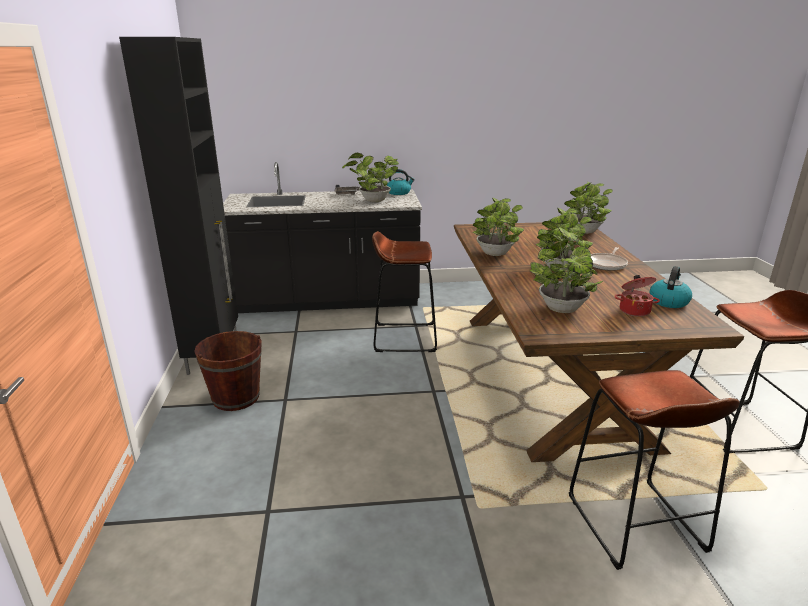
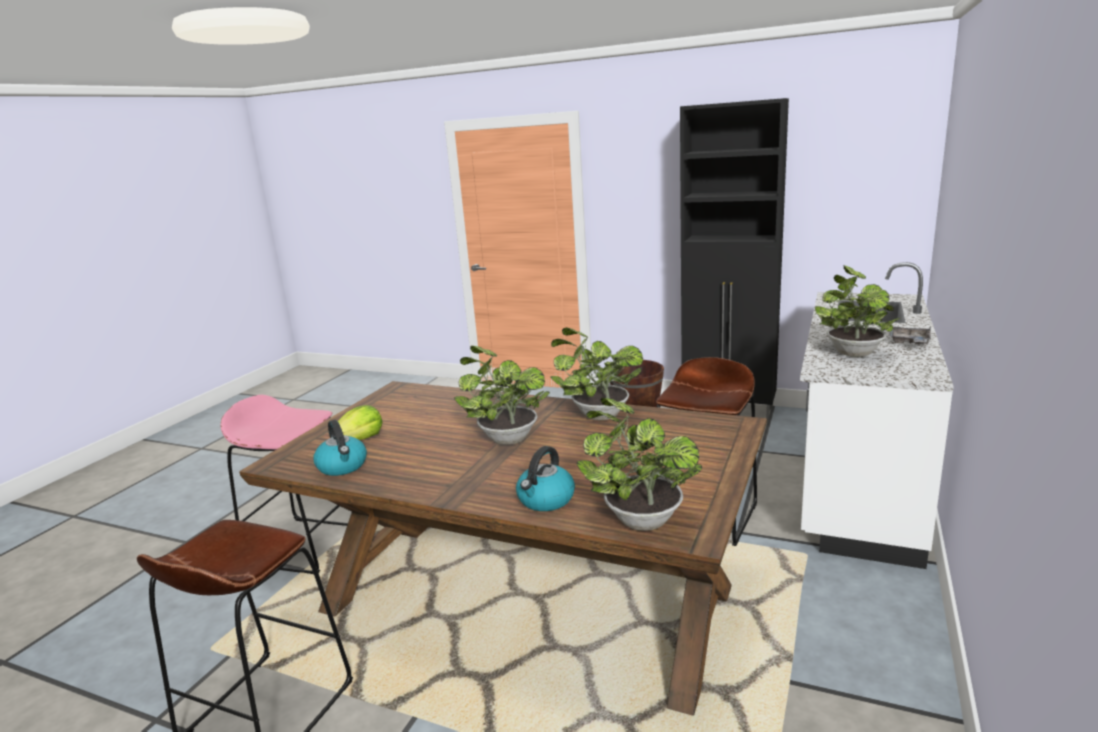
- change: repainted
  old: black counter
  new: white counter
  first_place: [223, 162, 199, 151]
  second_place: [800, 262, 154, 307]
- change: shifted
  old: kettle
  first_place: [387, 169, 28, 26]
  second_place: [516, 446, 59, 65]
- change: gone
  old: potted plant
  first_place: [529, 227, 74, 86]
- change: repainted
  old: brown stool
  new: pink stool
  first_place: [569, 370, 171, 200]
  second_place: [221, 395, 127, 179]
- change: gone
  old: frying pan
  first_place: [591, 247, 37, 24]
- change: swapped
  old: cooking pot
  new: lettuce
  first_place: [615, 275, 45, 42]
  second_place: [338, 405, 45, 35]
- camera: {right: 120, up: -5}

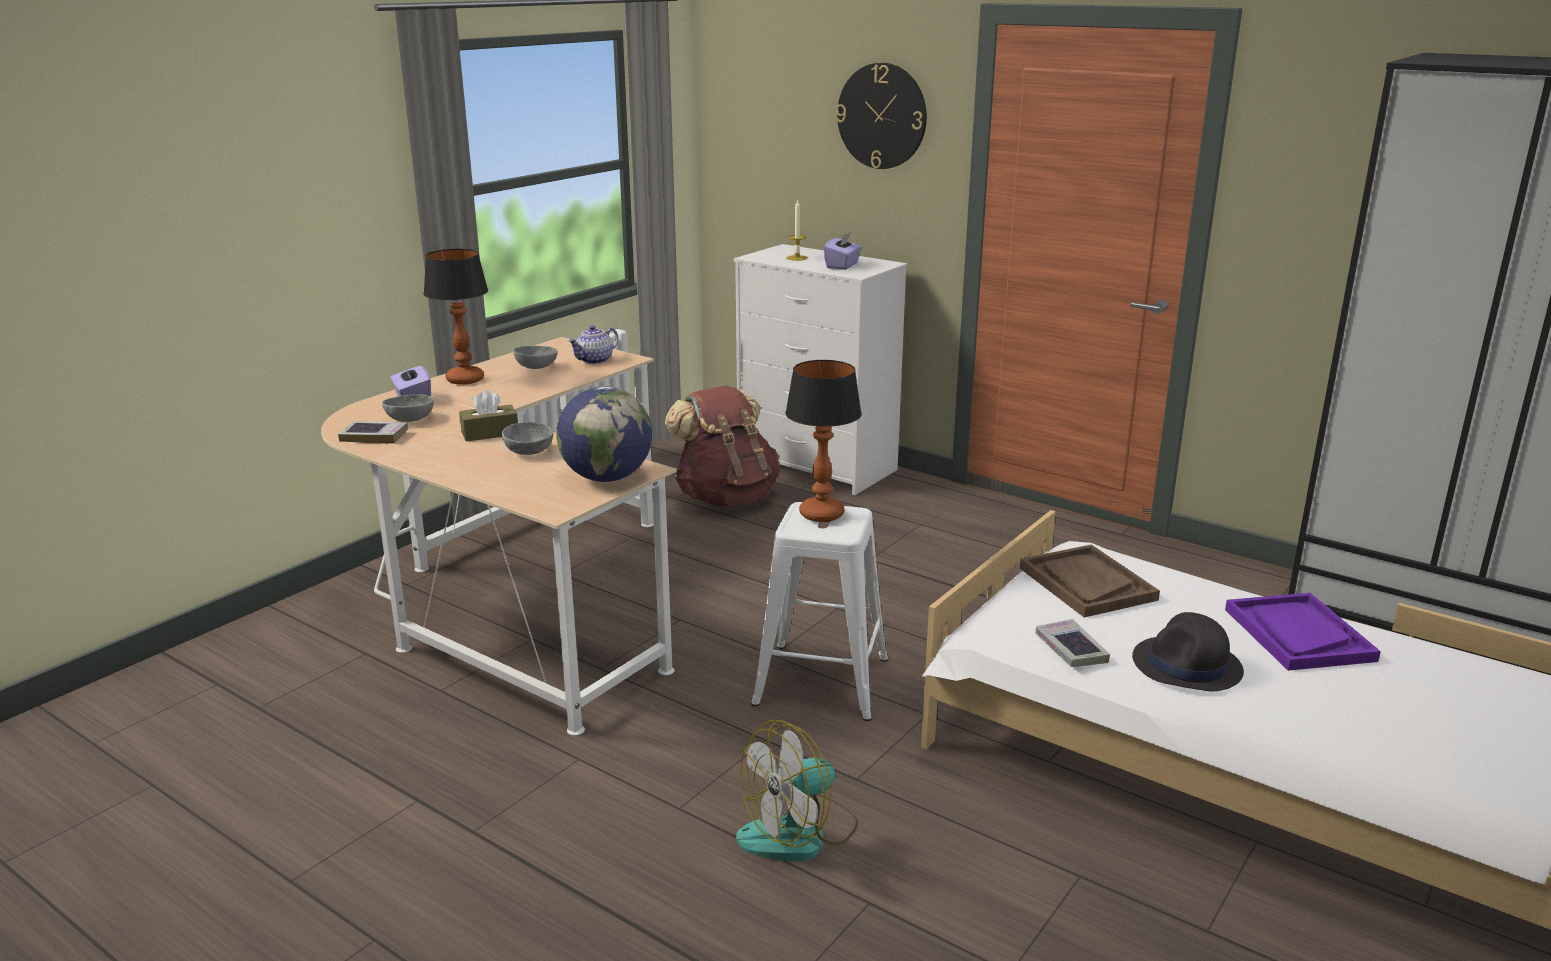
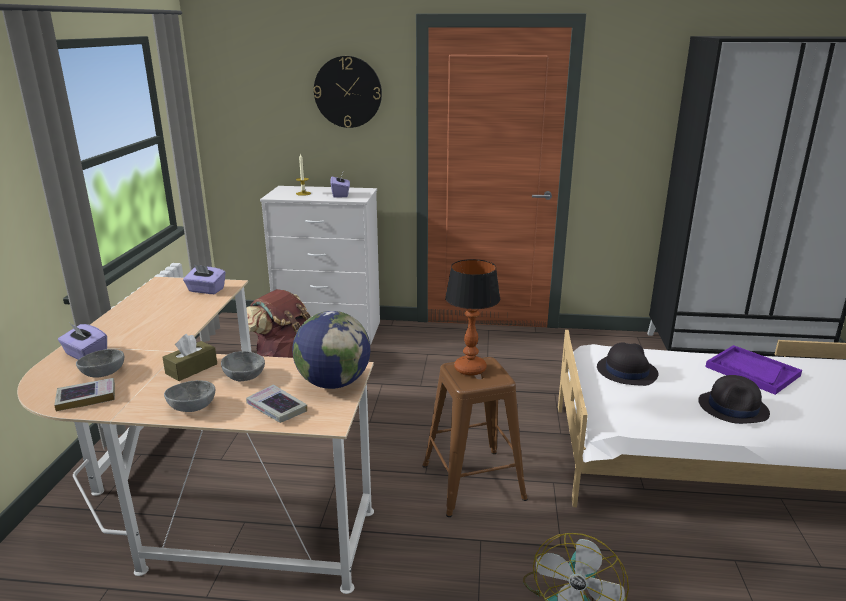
- change: gone
  old: table lamp
  first_place: [423, 249, 65, 136]
- change: shifted
  old: grey bowl
  first_place: [513, 346, 45, 23]
  second_place: [164, 380, 51, 32]
- change: swapped
  old: teapot
  new: purple tissue box
  first_place: [568, 325, 50, 39]
  second_place: [183, 265, 43, 29]
- change: repainted
  old: white stool
  new: brown stool
  first_place: [751, 502, 137, 219]
  second_place: [422, 357, 106, 160]
- change: swapped
  old: brown tray
  new: black hat
  first_place: [1020, 544, 140, 74]
  second_place: [597, 342, 61, 44]
- change: shifted
  old: book
  first_place: [1035, 619, 75, 48]
  second_place: [246, 384, 61, 39]
- camera: {right: -30, up: 0}

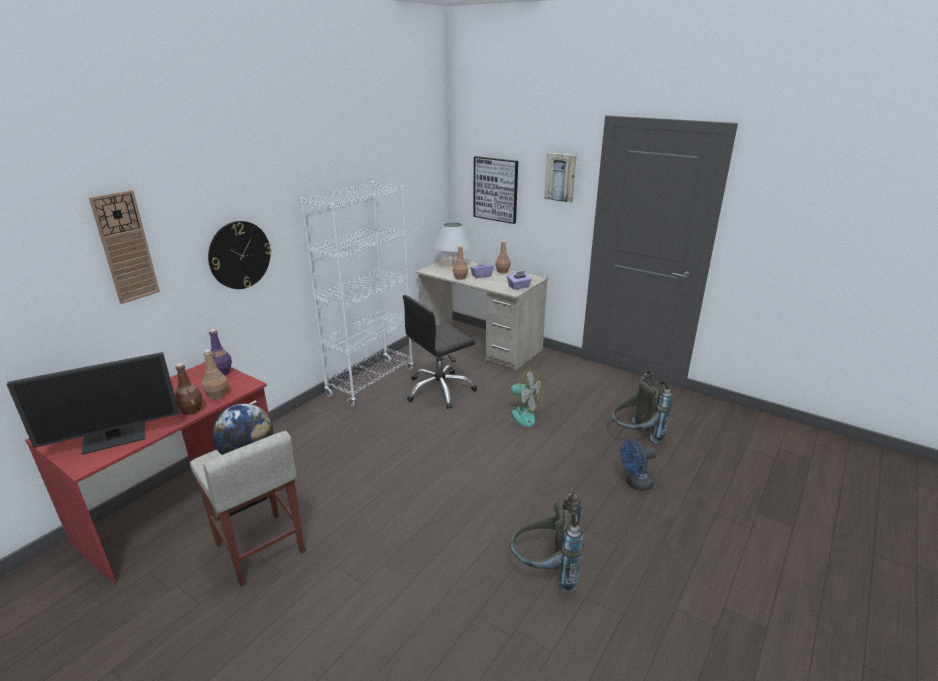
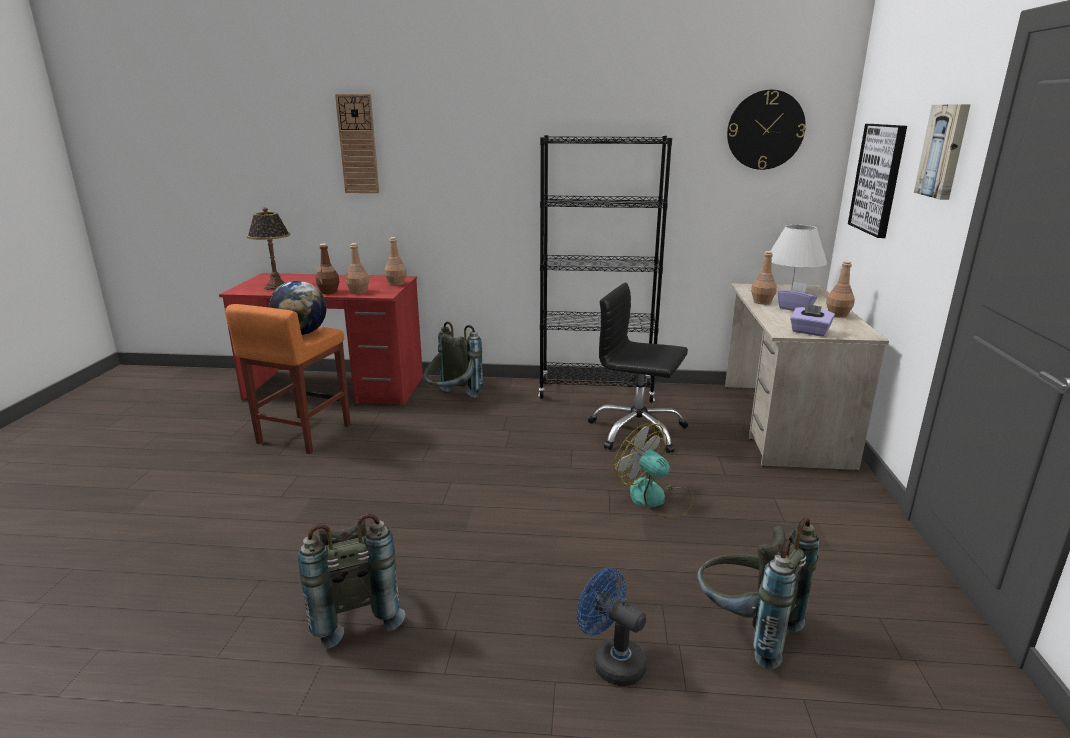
- change: swapped
  old: monitor
  new: table lamp
  first_place: [7, 352, 172, 103]
  second_place: [247, 207, 43, 83]
- change: repainted
  old: beige stool
  new: orange stool
  first_place: [190, 431, 115, 155]
  second_place: [225, 304, 126, 150]
- change: shifted
  old: wall clock
  first_place: [208, 221, 63, 68]
  second_place: [727, 90, 79, 80]
- change: repainted
  old: purple bottle
  new: brown bottle
  first_place: [209, 329, 23, 46]
  second_place: [385, 237, 22, 49]
- change: repainted
  old: white bookcase
  new: black bookcase
  first_place: [300, 181, 114, 226]
  second_place: [538, 135, 134, 268]
- change: rotated
  old: fan
  first_place: [494, 369, 49, 58]
  second_place: [614, 423, 80, 95]
  degrees: 135
- change: new
  new: grey backpack
  second_place: [424, 321, 59, 77]
- camera: {right: 60, up: -5}

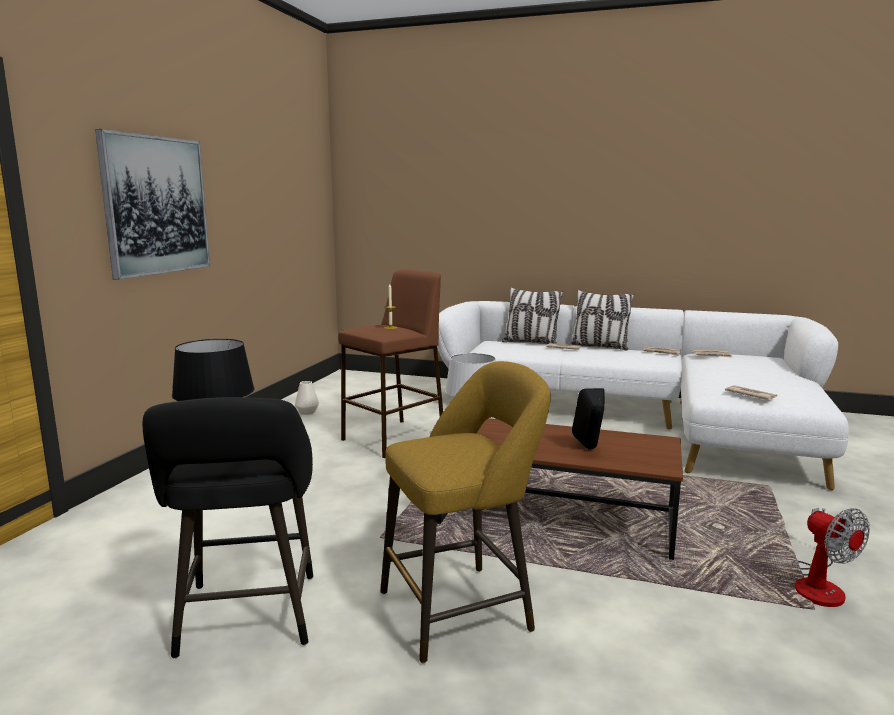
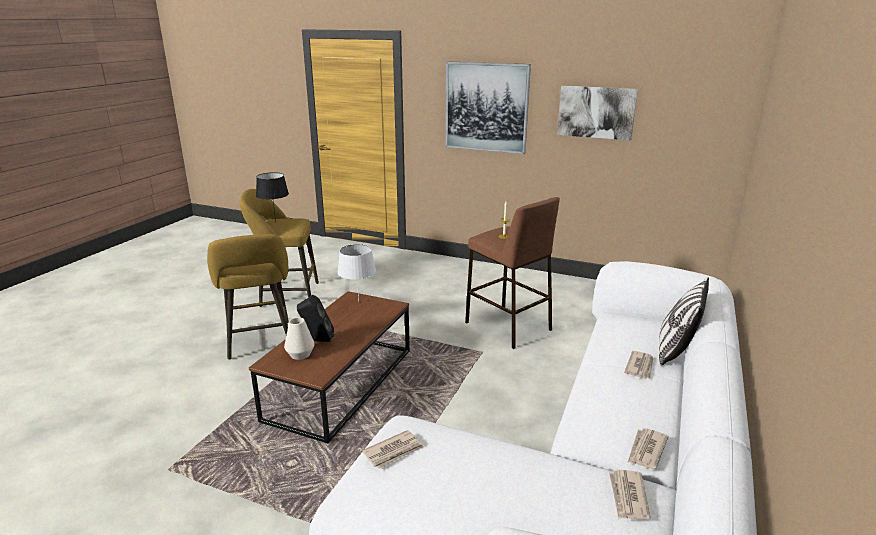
- change: repainted
  old: black stool
  new: yellow stool
  first_place: [143, 397, 170, 262]
  second_place: [240, 189, 79, 118]
- change: shifted
  old: white vase
  first_place: [295, 381, 24, 34]
  second_place: [284, 317, 31, 43]
- change: gone
  old: pillow
  first_place: [570, 290, 64, 60]
- change: gone
  old: fan
  first_place: [790, 508, 80, 99]
- change: new
  new: picture
  second_place: [557, 86, 81, 54]
- camera: {right: 95, up: 10}

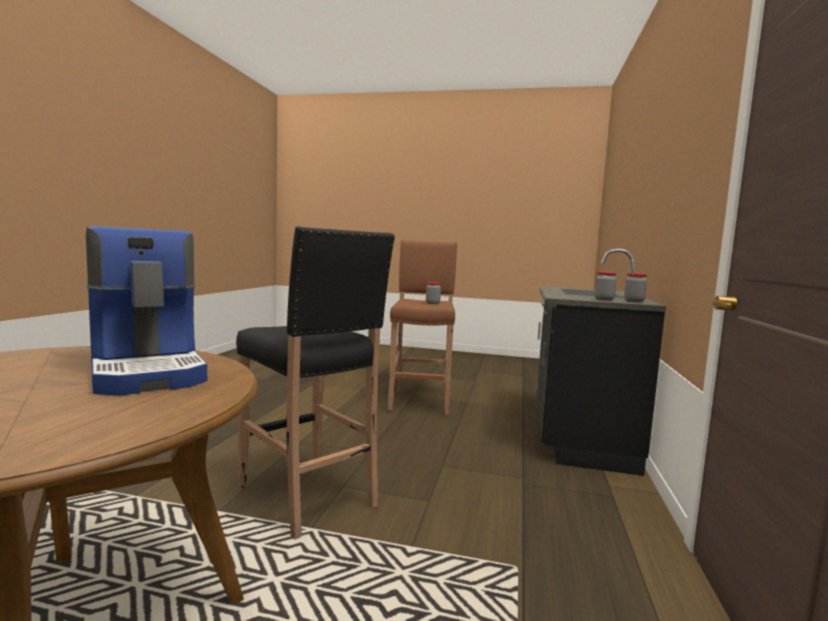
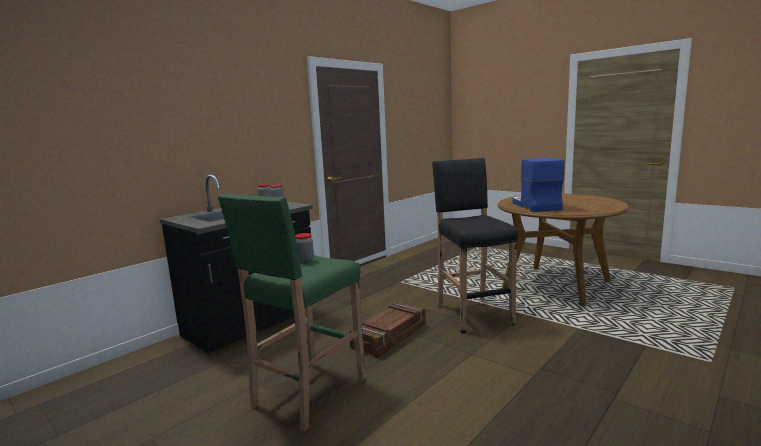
- change: repainted
  old: brown stool
  new: green stool
  first_place: [388, 240, 69, 176]
  second_place: [218, 193, 148, 238]
- change: new
  new: crate
  second_place: [349, 302, 77, 56]
- camera: {right: -150, up: 5}

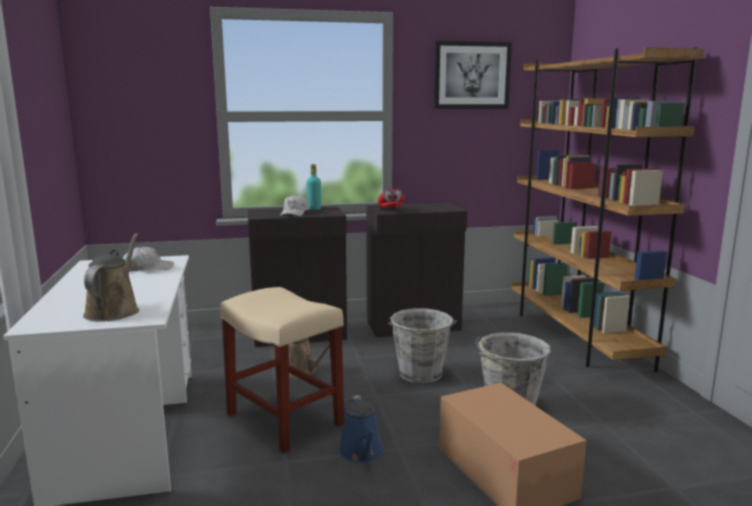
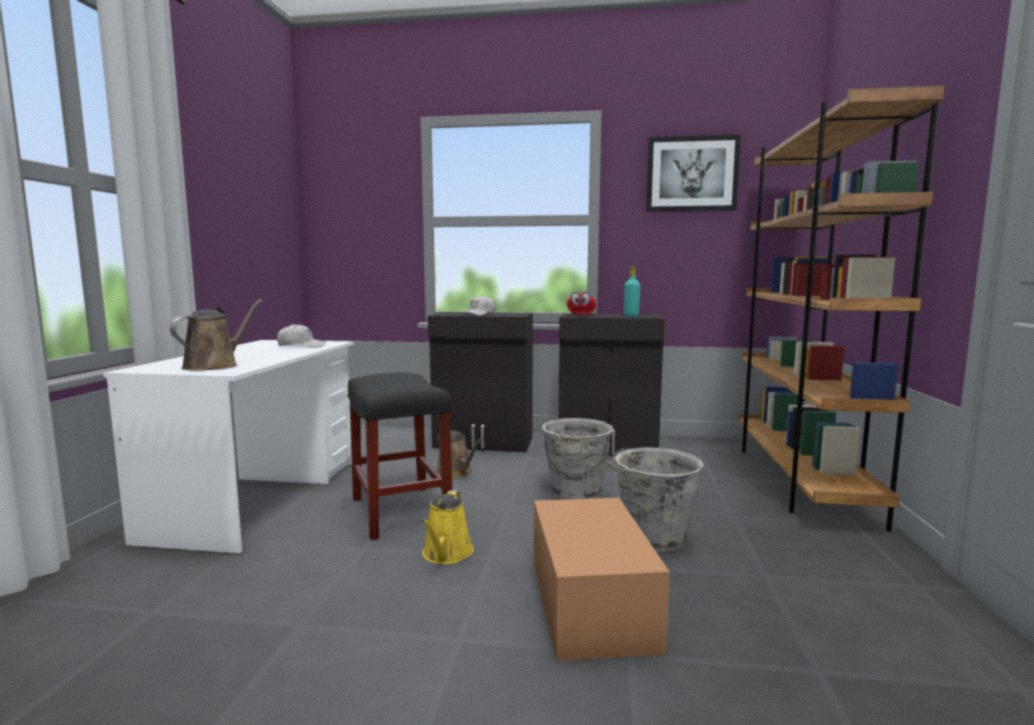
- change: repainted
  old: beige stool
  new: black stool
  first_place: [220, 287, 124, 166]
  second_place: [347, 372, 105, 168]
- change: shifted
  old: turquoise bottle
  first_place: [307, 164, 14, 46]
  second_place: [624, 266, 16, 51]
- change: repainted
  old: blue watering can
  new: yellow watering can
  first_place: [339, 395, 44, 68]
  second_place: [421, 490, 53, 74]
- camera: {right: 20, up: -5}

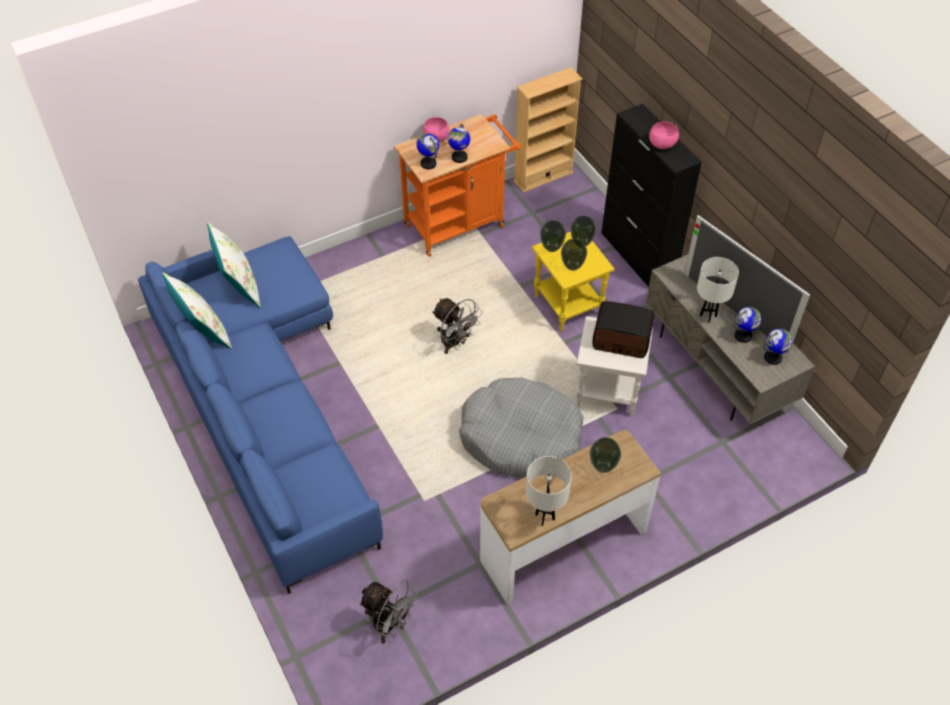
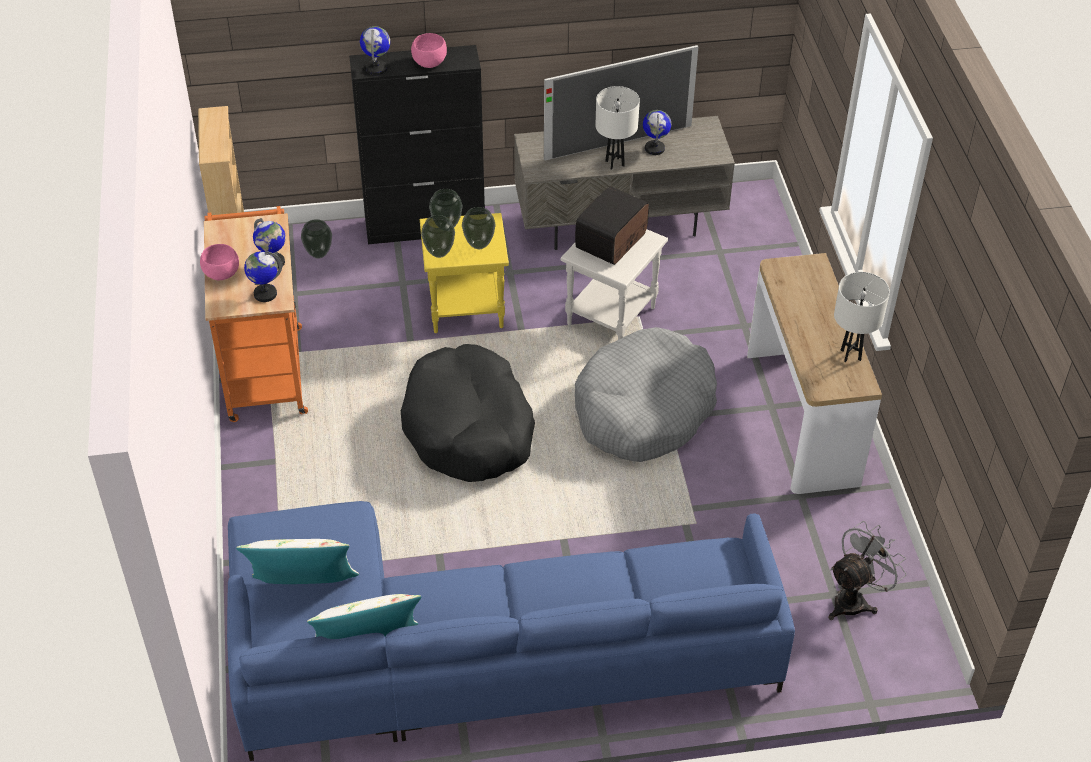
- change: swapped
  old: grey fan
  new: black dog bed
  first_place: [432, 298, 51, 56]
  second_place: [401, 344, 134, 138]
- change: shifted
  old: vase
  first_place: [590, 437, 31, 36]
  second_place: [301, 219, 31, 40]
- change: shifted
  old: globe
  first_place: [763, 328, 29, 37]
  second_place: [360, 26, 30, 49]
- camera: {right: -70, up: -5}

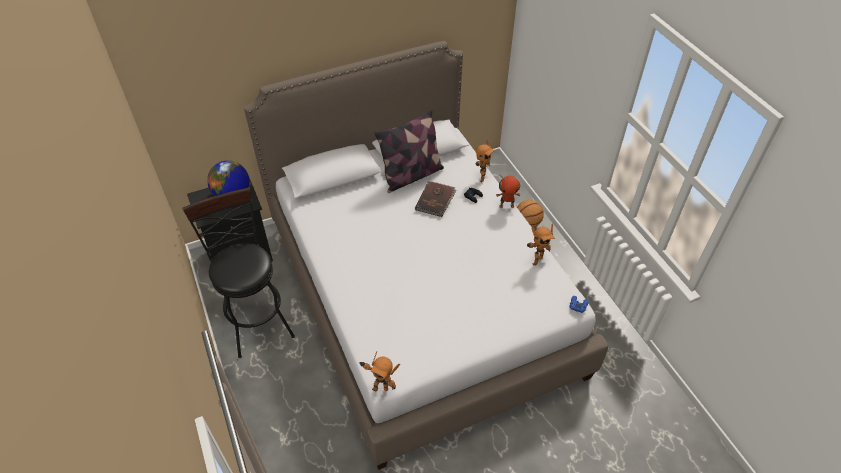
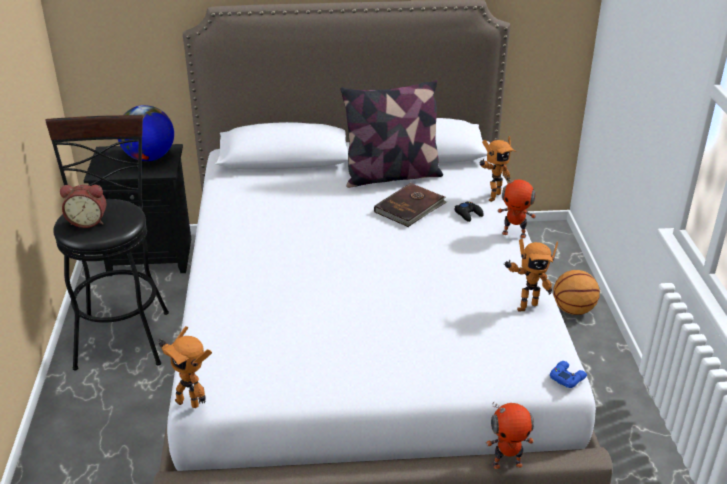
- change: new
  new: alarm clock
  second_place: [60, 185, 46, 43]
- change: new
  new: toy robot
  second_place: [486, 402, 48, 67]
- camera: {right: 20, up: -15}

